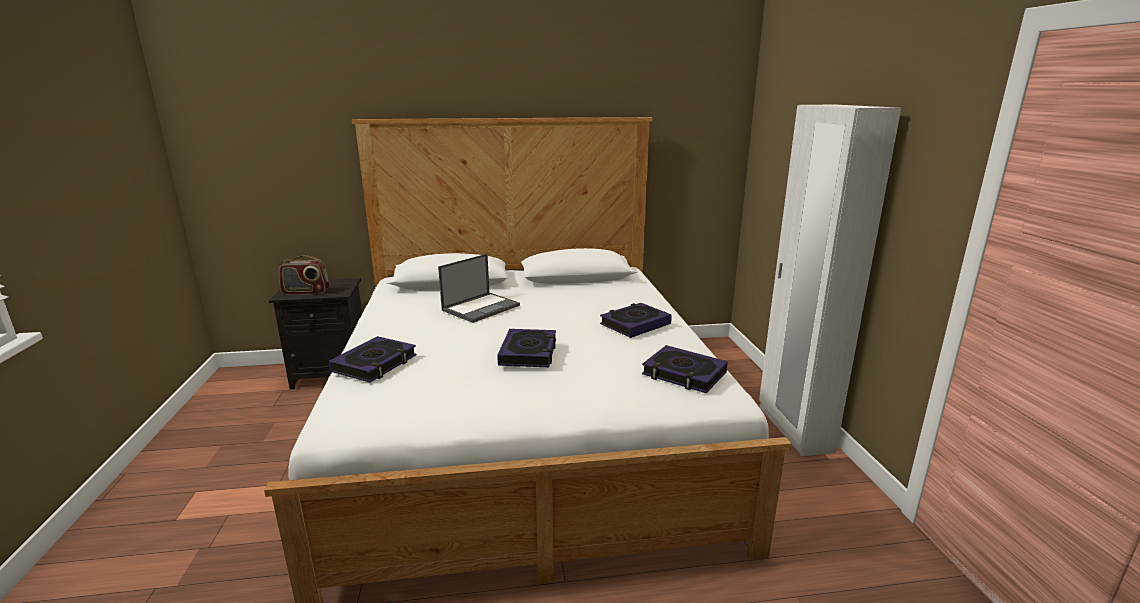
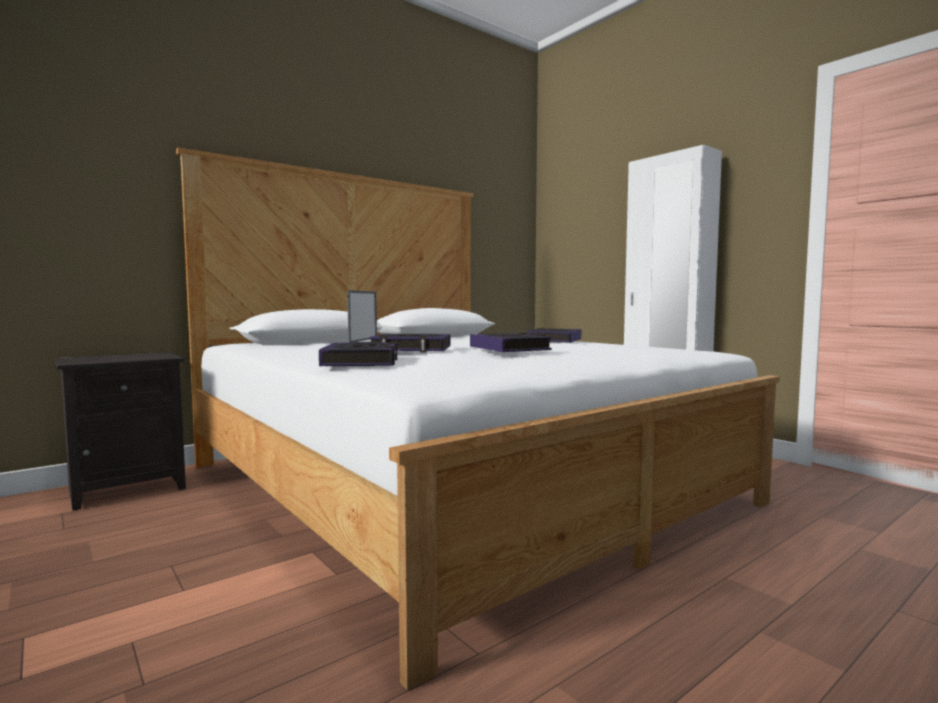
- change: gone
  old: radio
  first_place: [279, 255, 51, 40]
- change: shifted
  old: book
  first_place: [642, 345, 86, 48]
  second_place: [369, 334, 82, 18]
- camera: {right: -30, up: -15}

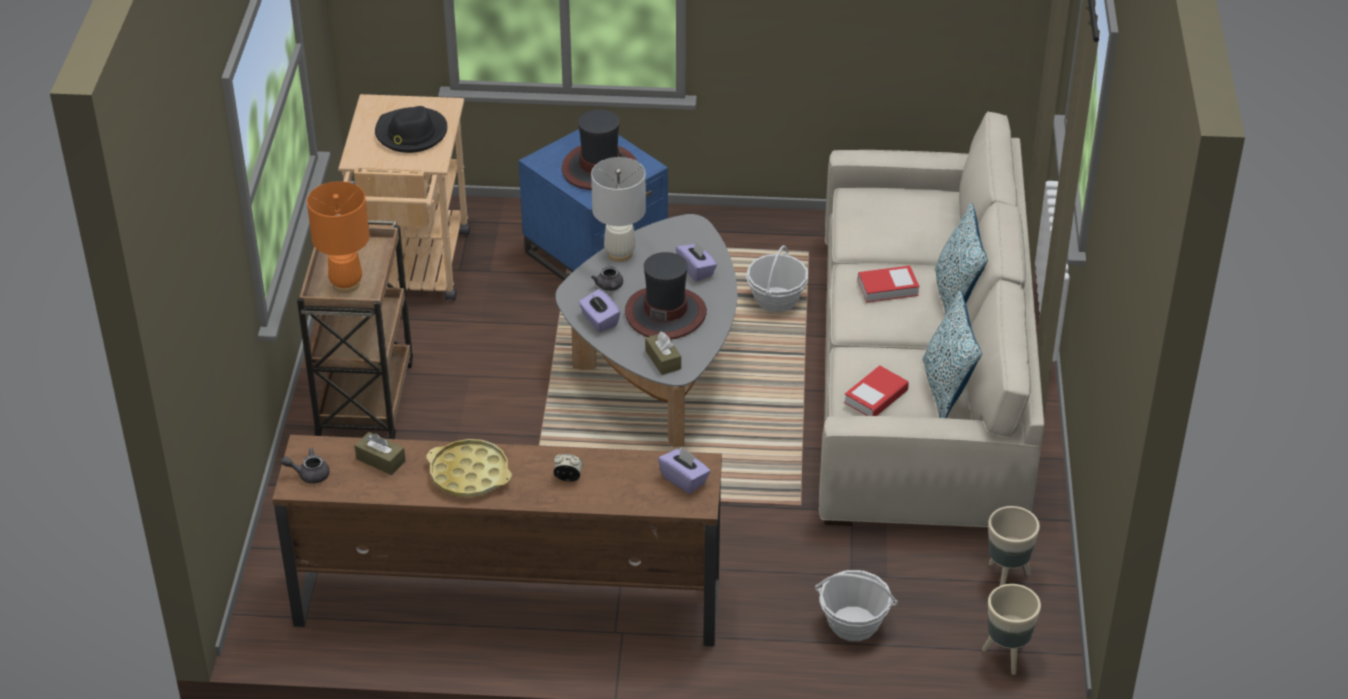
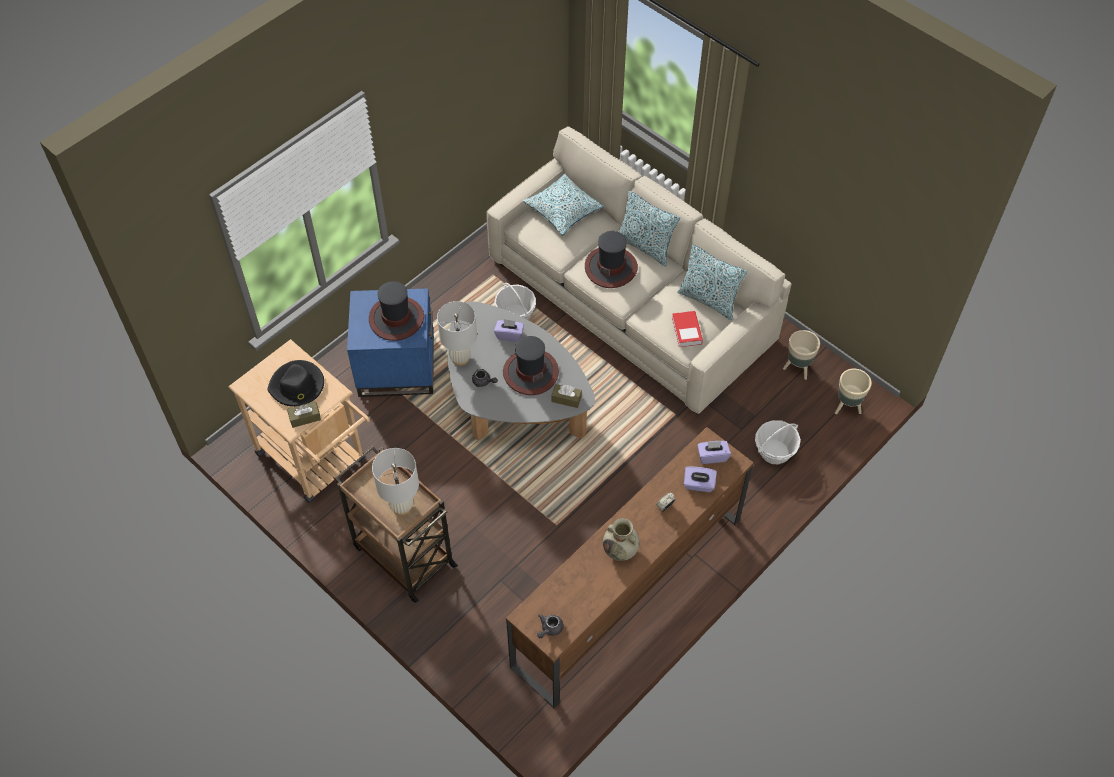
- change: repainted
  old: orange table lamp
  new: white table lamp
  first_place: [307, 181, 63, 112]
  second_place: [372, 448, 47, 68]
- change: shifted
  old: brown tissue box
  first_place: [355, 432, 51, 43]
  second_place: [287, 401, 34, 27]
- change: swapped
  old: yellow tray
  new: beige vase
  first_place: [427, 439, 85, 58]
  second_place: [603, 518, 37, 43]
- change: shifted
  old: purple tissue box
  first_place: [579, 289, 41, 43]
  second_place: [684, 466, 33, 26]
- change: swapped
  old: book
  new: hat
  first_place: [858, 266, 61, 37]
  second_place: [585, 231, 53, 57]
- change: new
  new: pillow
  second_place: [523, 174, 82, 62]
- camera: {right: -50, up: 15}

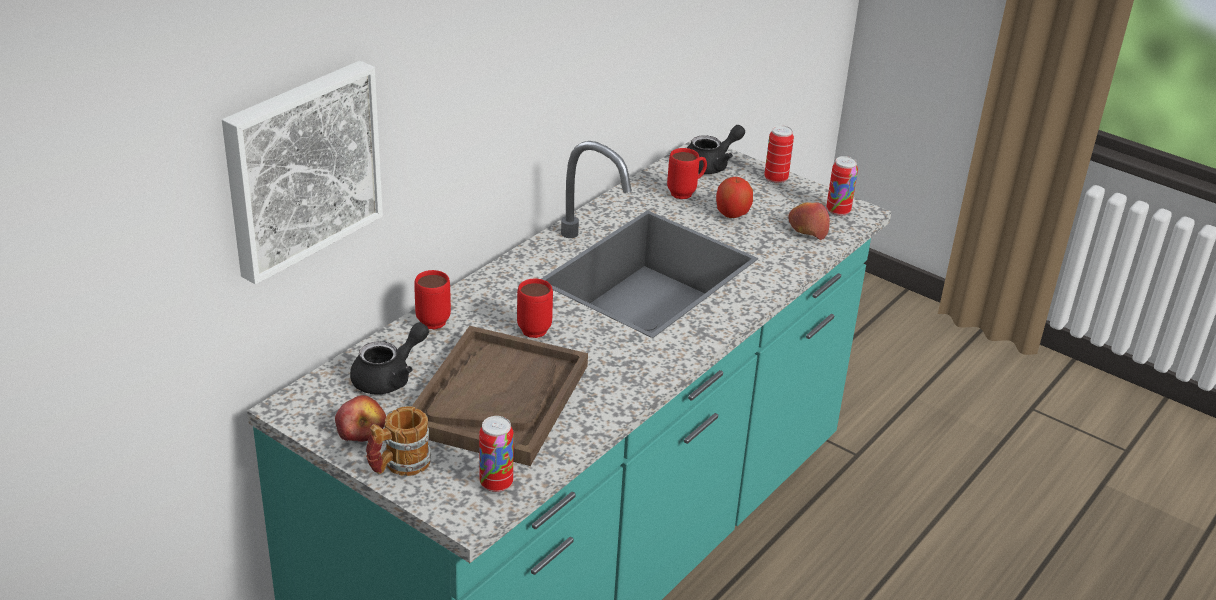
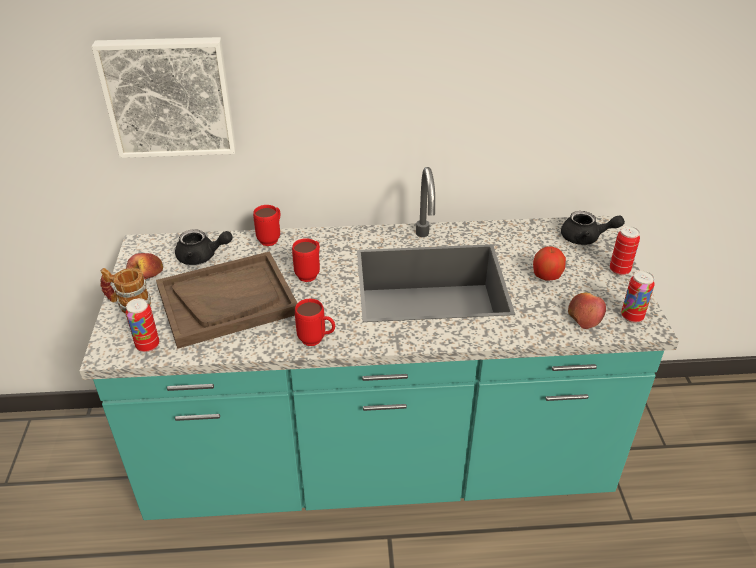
- change: shifted
  old: red mug
  first_place: [667, 148, 40, 51]
  second_place: [295, 299, 40, 47]
- camera: {right: 50, up: 5}

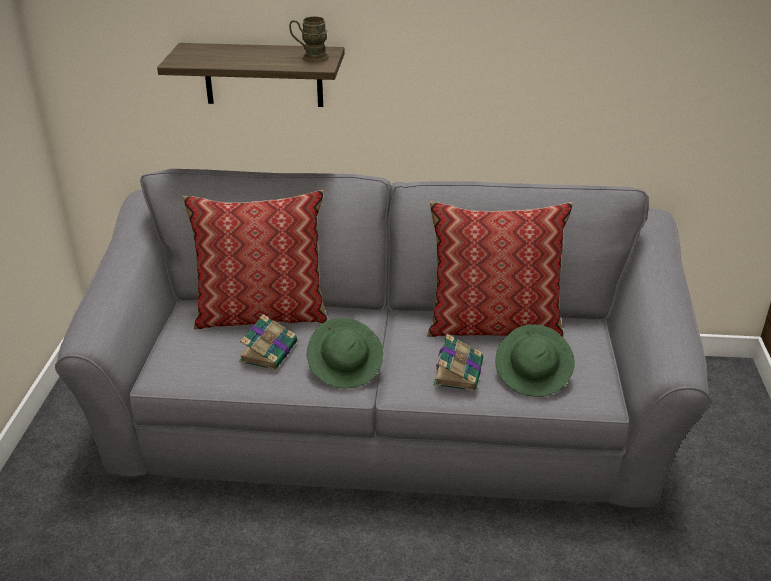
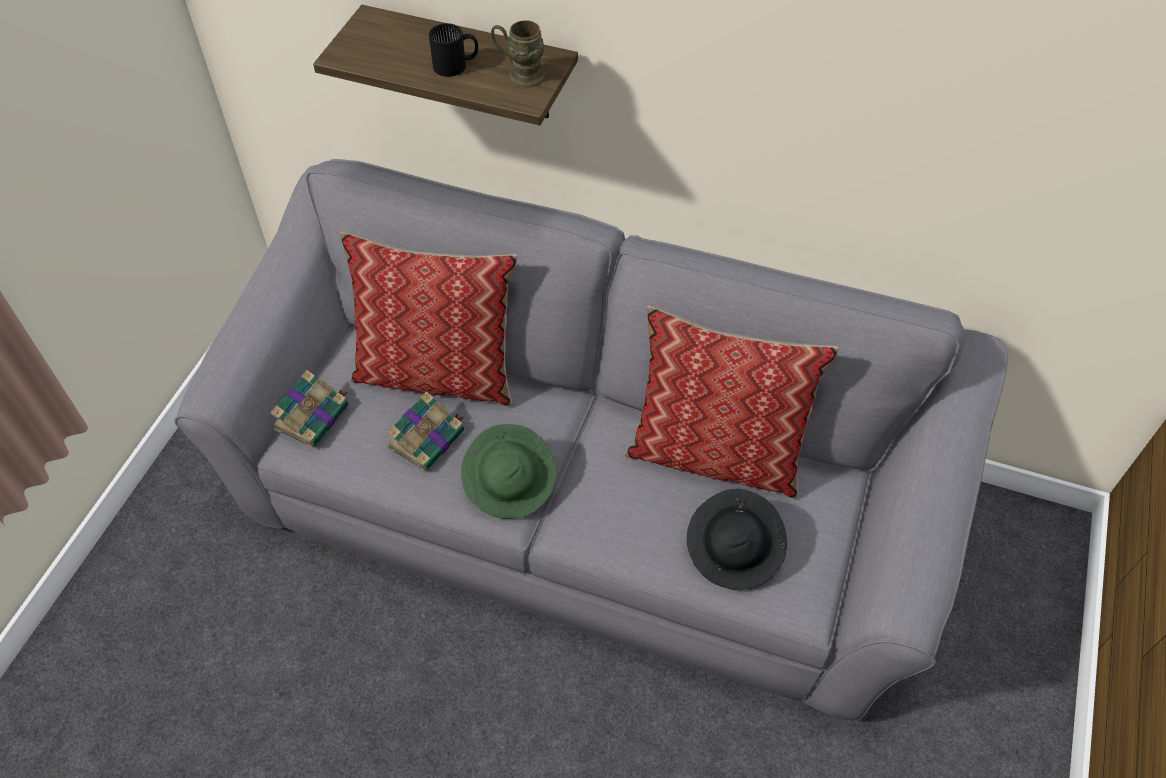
- change: shifted
  old: book
  first_place: [433, 334, 50, 57]
  second_place: [270, 370, 78, 78]
- change: repainted
  old: green hat
  new: black hat
  first_place: [495, 324, 80, 73]
  second_place: [687, 489, 100, 101]
- change: new
  new: black mug
  second_place: [429, 23, 49, 54]
- camera: {right: 15, up: 20}

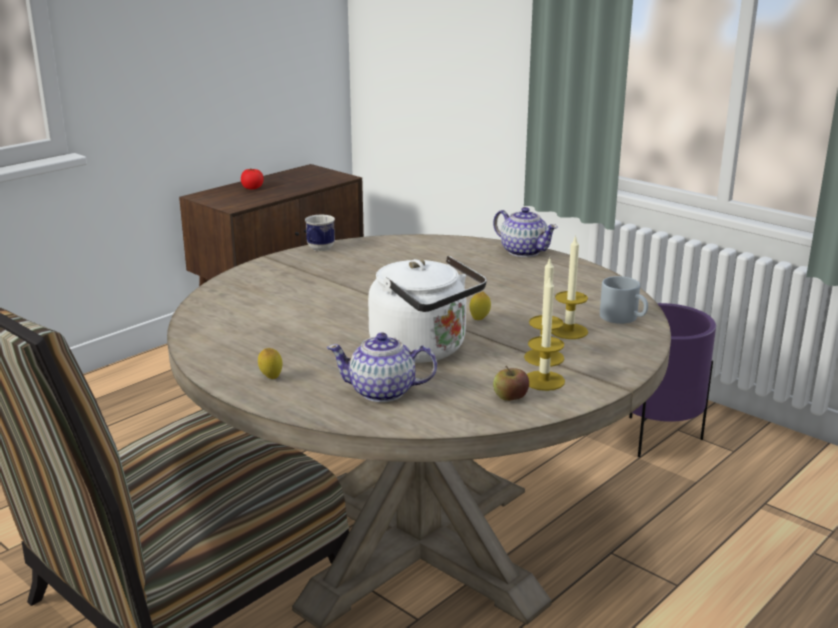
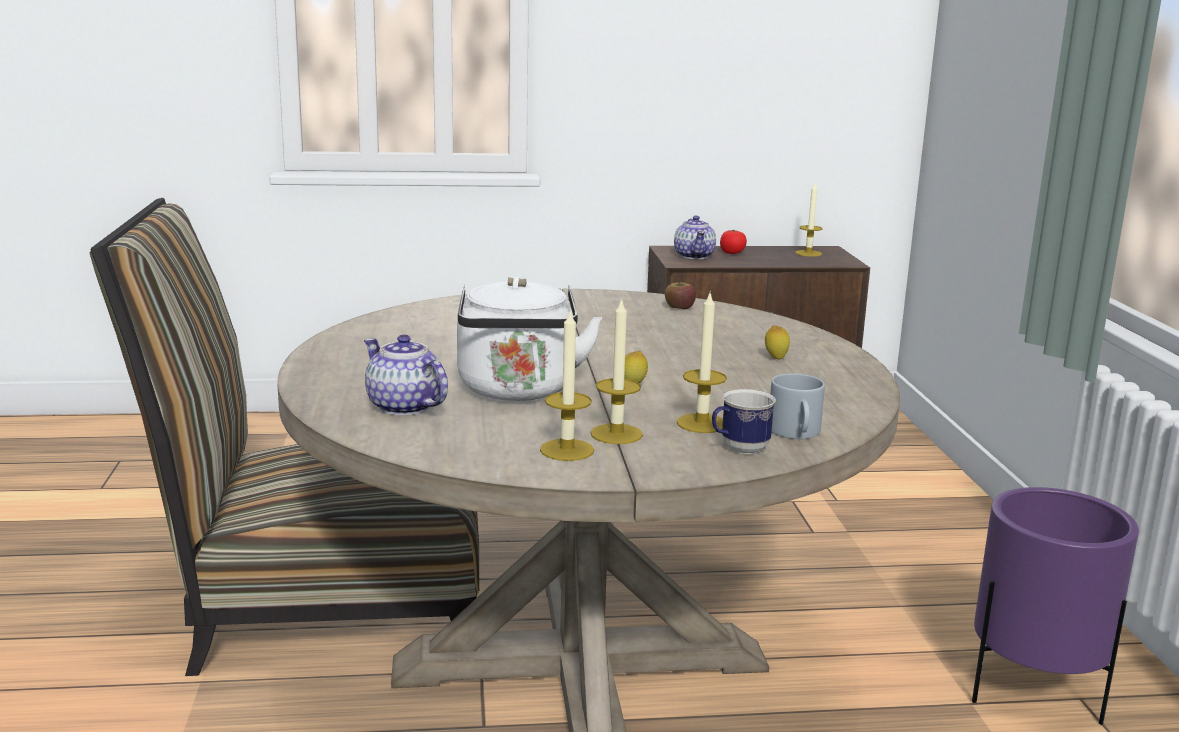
- change: shifted
  old: lemon
  first_place: [258, 348, 25, 31]
  second_place: [765, 325, 25, 35]
- change: shifted
  old: mug
  first_place: [305, 215, 30, 36]
  second_place: [712, 389, 64, 65]
- change: shifted
  old: teapot
  first_place: [493, 207, 65, 50]
  second_place: [674, 216, 42, 43]
- change: shifted
  old: apple
  first_place: [493, 366, 36, 35]
  second_place: [665, 278, 31, 31]
- change: new
  new: candle
  second_place: [795, 183, 27, 74]
- camera: {right: 40, up: -5}

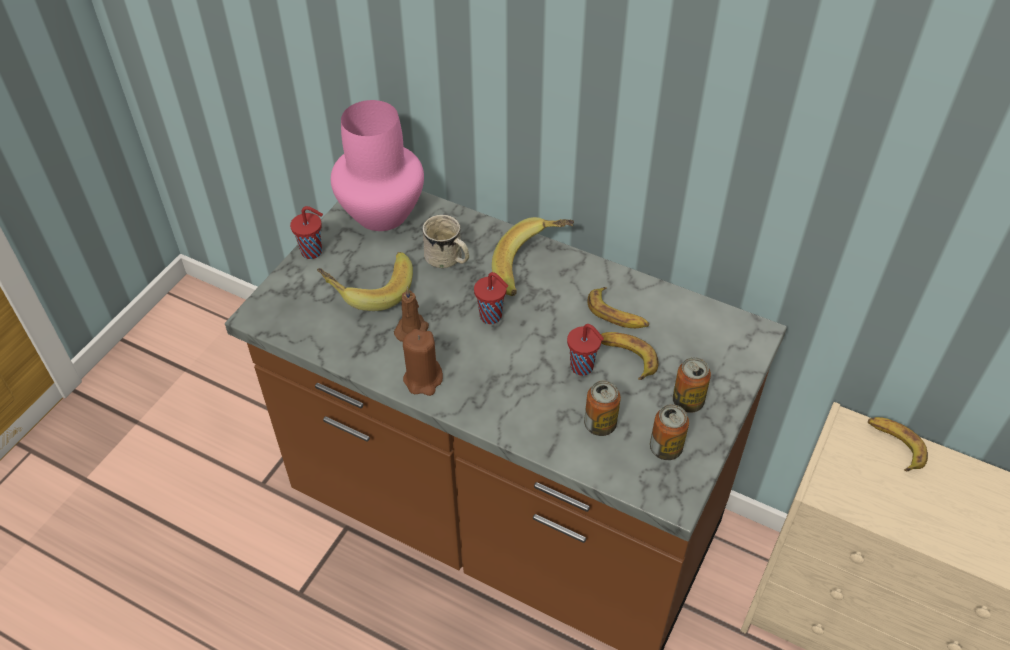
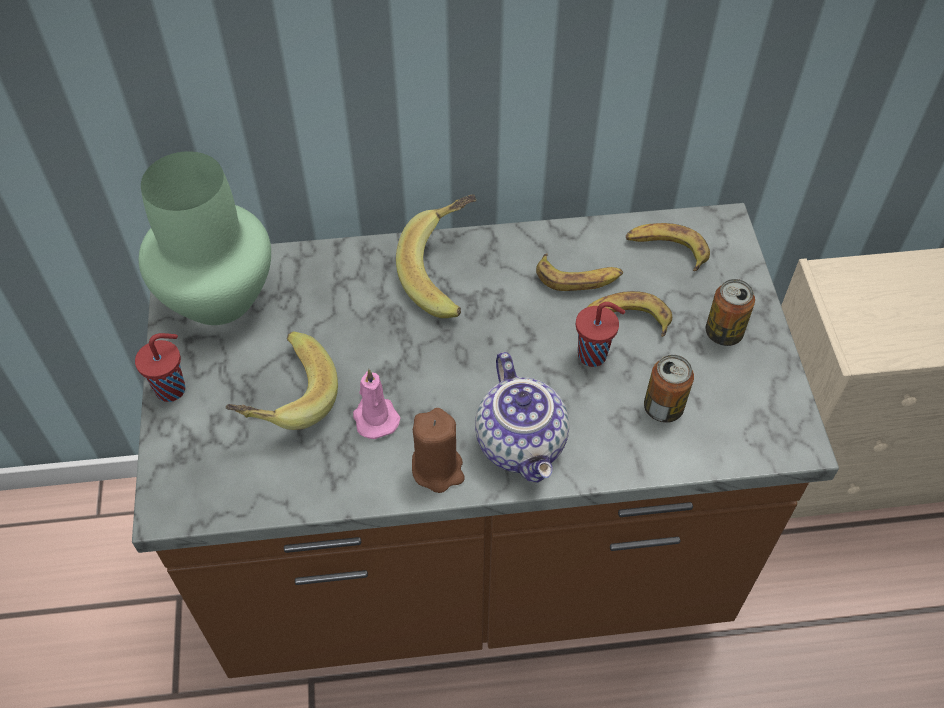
- change: repainted
  old: pink vase
  new: green vase
  first_place: [331, 100, 93, 131]
  second_place: [139, 151, 132, 174]
- change: repainted
  old: brown candle
  new: pink candle
  first_place: [394, 287, 35, 55]
  second_place: [353, 369, 47, 70]
- change: gone
  old: white mug
  first_place: [422, 215, 47, 53]
- change: gone
  old: red cup
  first_place: [474, 272, 34, 52]
- change: gone
  old: can
  first_place: [650, 404, 39, 56]
- change: shifted
  old: banana
  first_place: [868, 417, 60, 54]
  second_place: [626, 223, 84, 48]
- change: new
  new: teapot
  second_place: [475, 352, 94, 131]
- camera: {right: -35, up: 5}

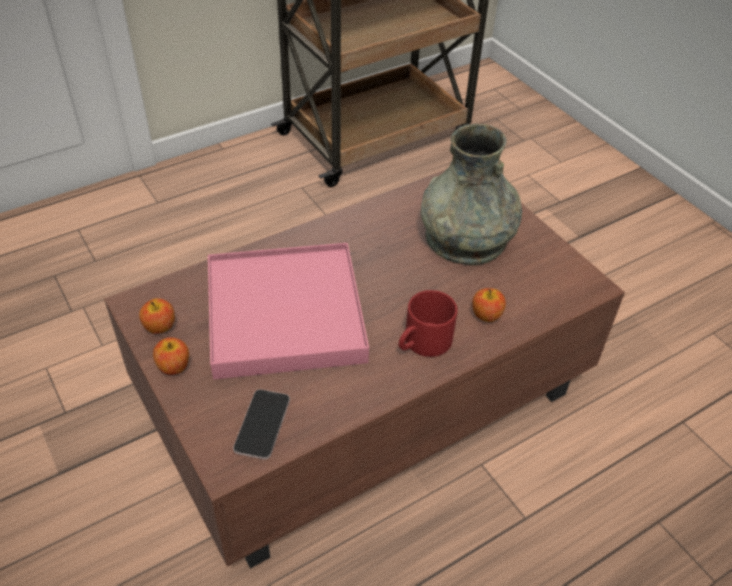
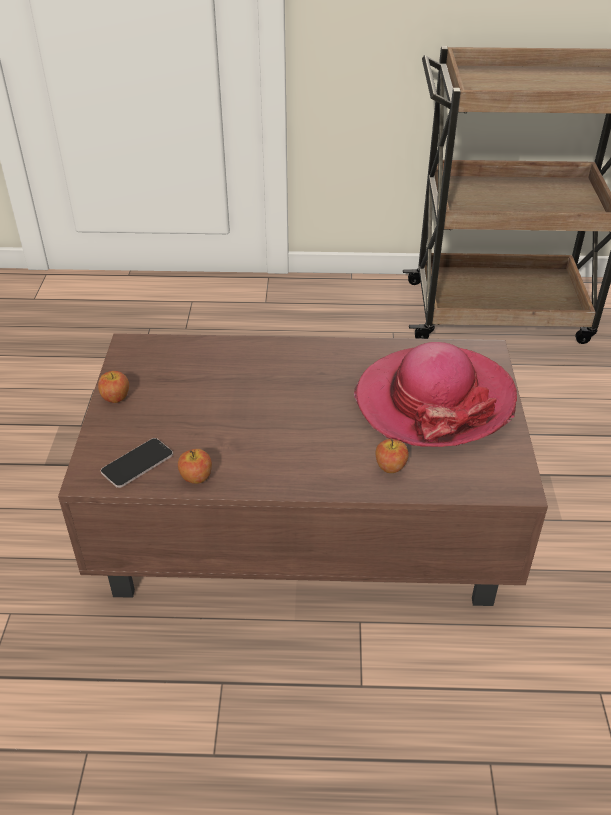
- change: shifted
  old: apple
  first_place: [139, 298, 36, 36]
  second_place: [178, 449, 34, 35]
- change: gone
  old: pink tray
  first_place: [208, 243, 161, 137]
- change: gone
  old: red mug
  first_place: [398, 290, 59, 67]
- change: swapped
  old: grey vase
  new: hat
  first_place: [421, 124, 101, 142]
  second_place: [354, 342, 163, 105]
- camera: {right: 35, up: -5}

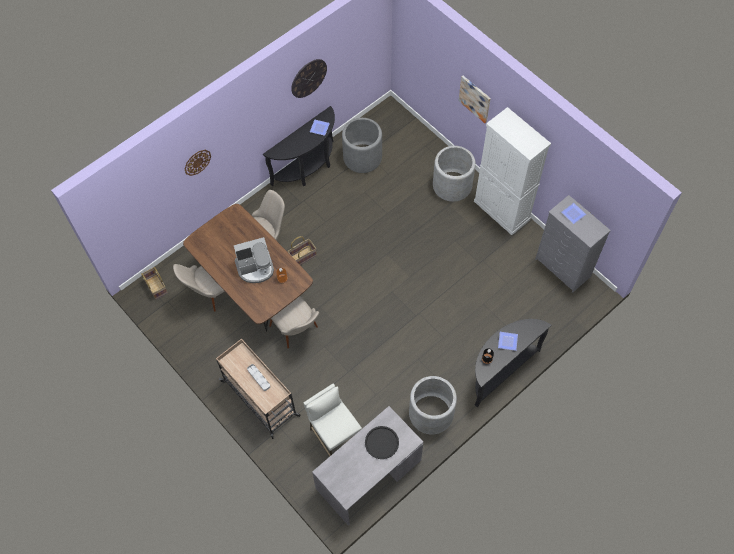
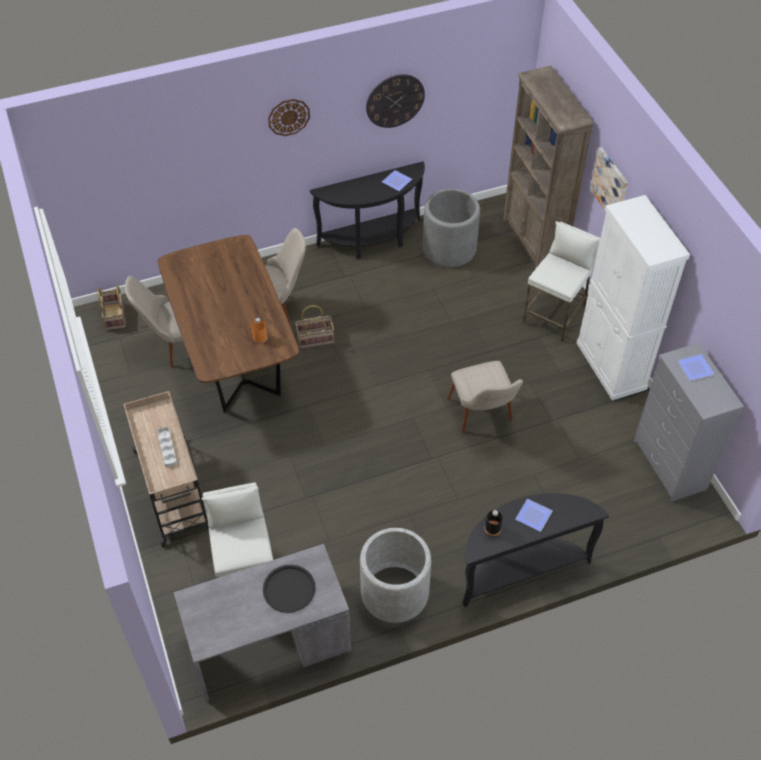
- change: shifted
  old: wall clock
  first_place: [185, 150, 26, 26]
  second_place: [268, 99, 42, 37]
- change: gone
  old: coffee machine
  first_place: [234, 237, 40, 46]
- change: shifted
  old: beige chair
  first_place: [269, 296, 50, 52]
  second_place: [447, 361, 76, 73]
- change: swapped
  old: grey planter
  new: white stool
  first_place: [433, 146, 43, 56]
  second_place: [523, 221, 78, 121]
- change: new
  new: brown bookcase
  second_place: [503, 66, 91, 203]
- camera: {right: 20, up: -10}

